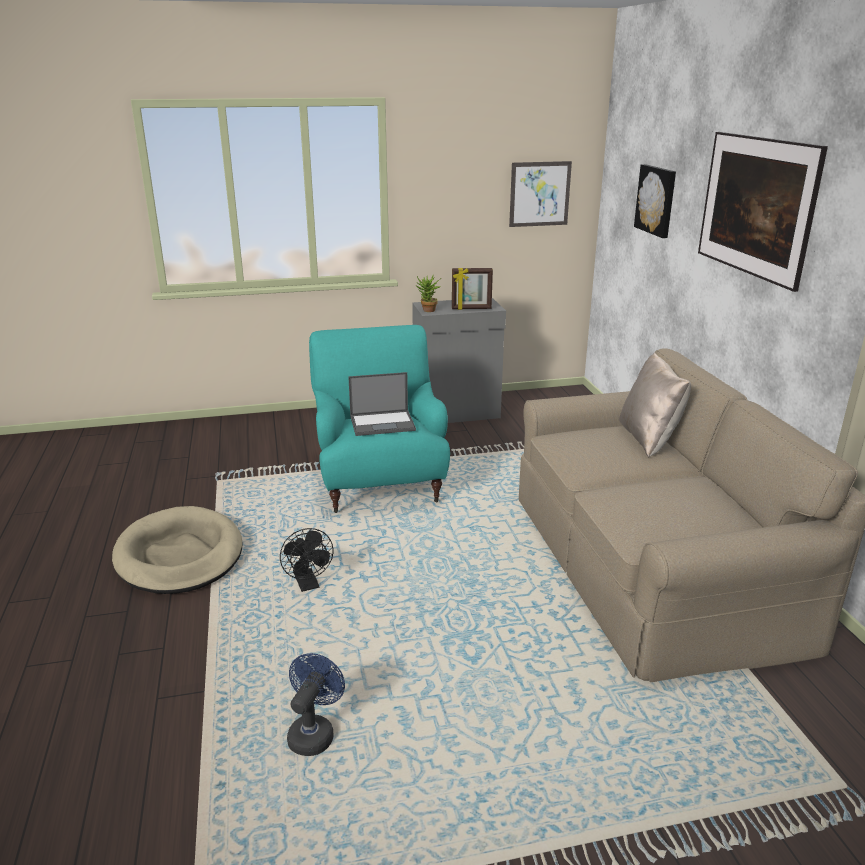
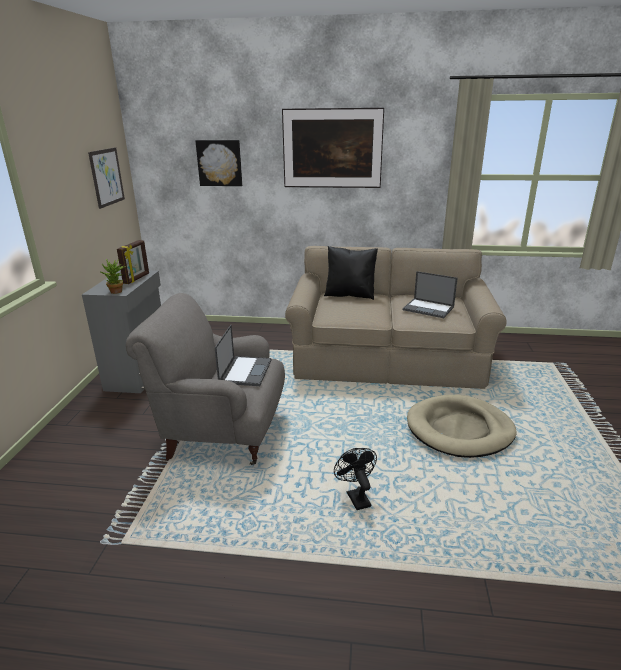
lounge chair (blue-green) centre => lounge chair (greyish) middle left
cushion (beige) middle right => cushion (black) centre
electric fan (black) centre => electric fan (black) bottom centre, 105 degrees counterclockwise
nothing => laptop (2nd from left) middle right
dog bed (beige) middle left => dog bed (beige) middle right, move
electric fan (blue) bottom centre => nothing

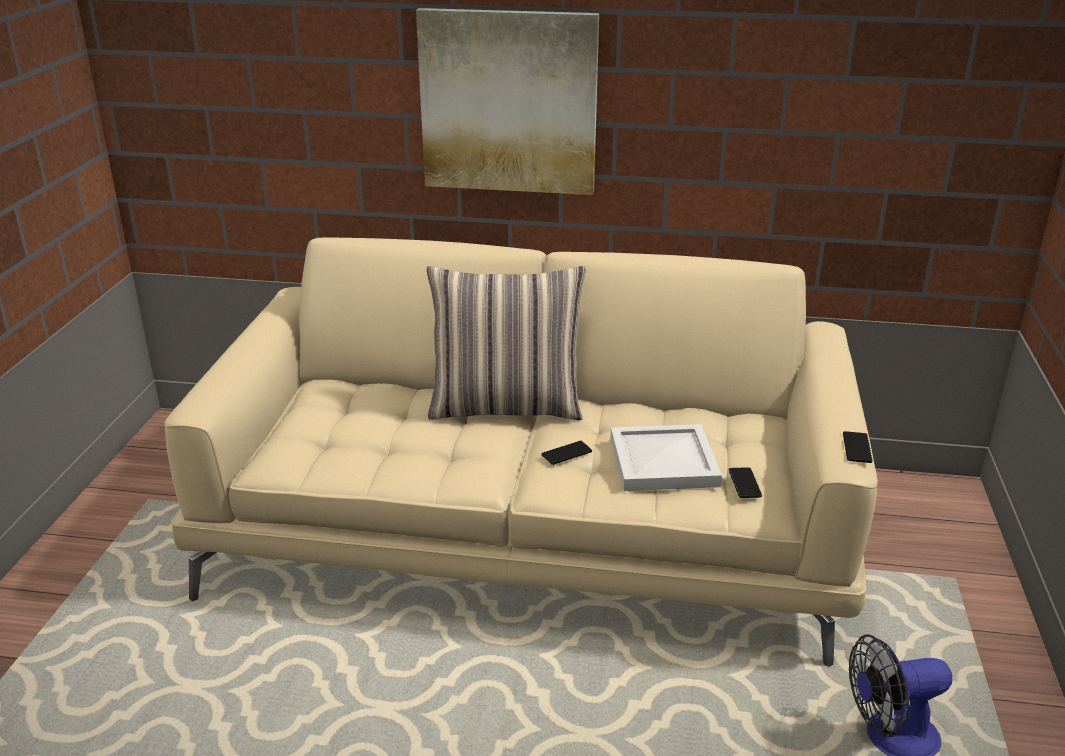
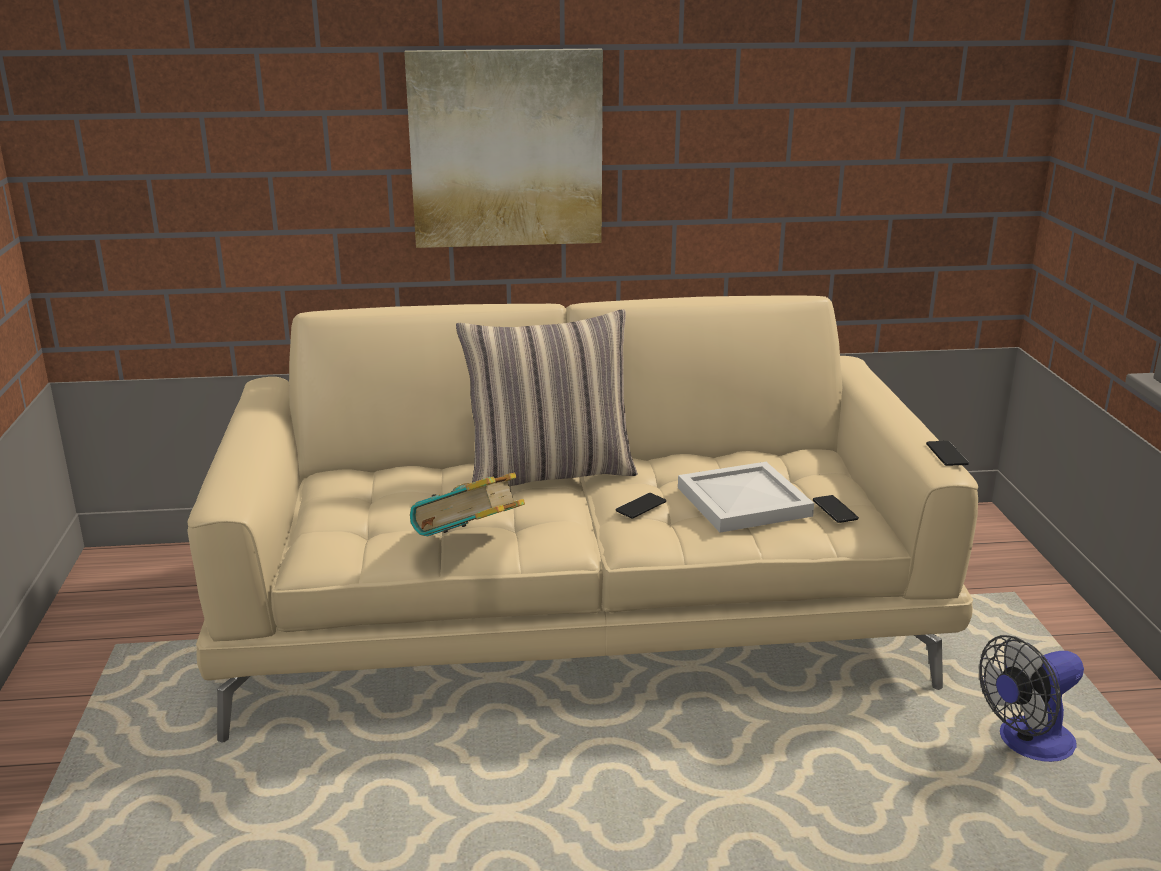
nothing => book centre

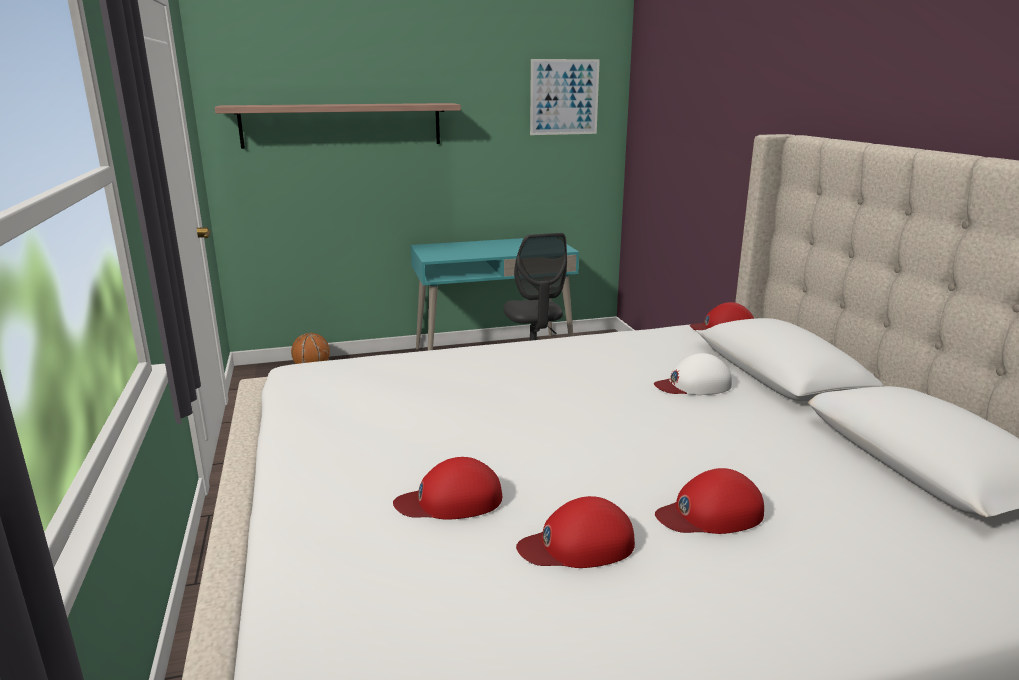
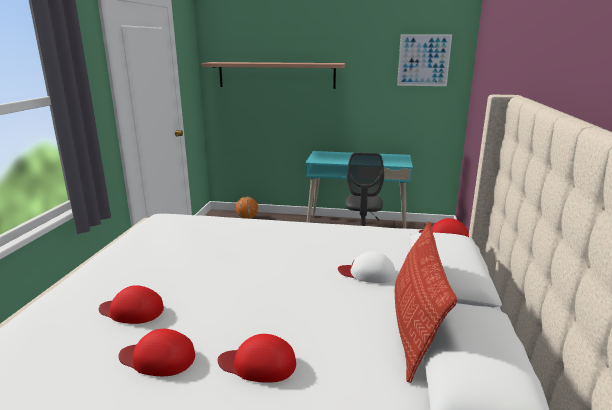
nothing => cushion bottom right

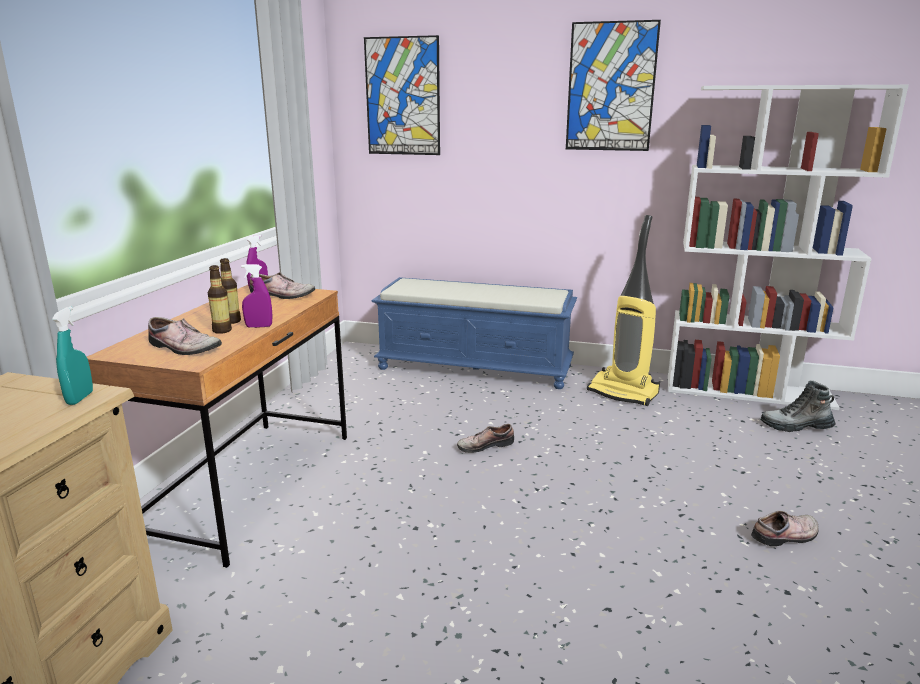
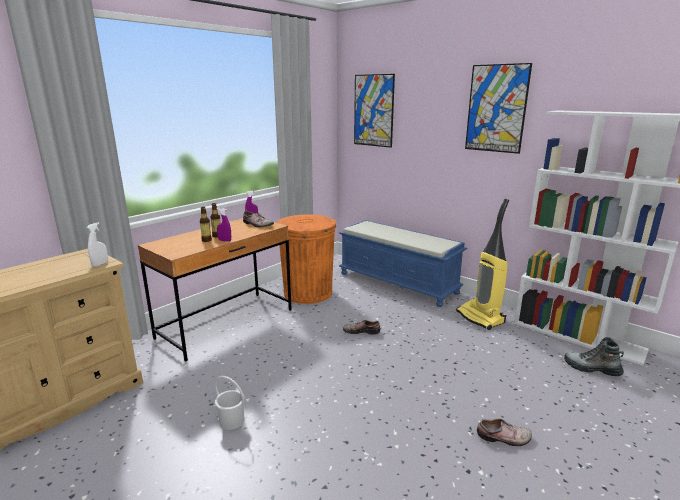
spray bottle (blue-green) middle left => spray bottle (white) middle left
nothing => pail (white) bottom centre
nothing => rubbish bin (orange-coloured) centre
low shoe (1st from left) middle left => nothing

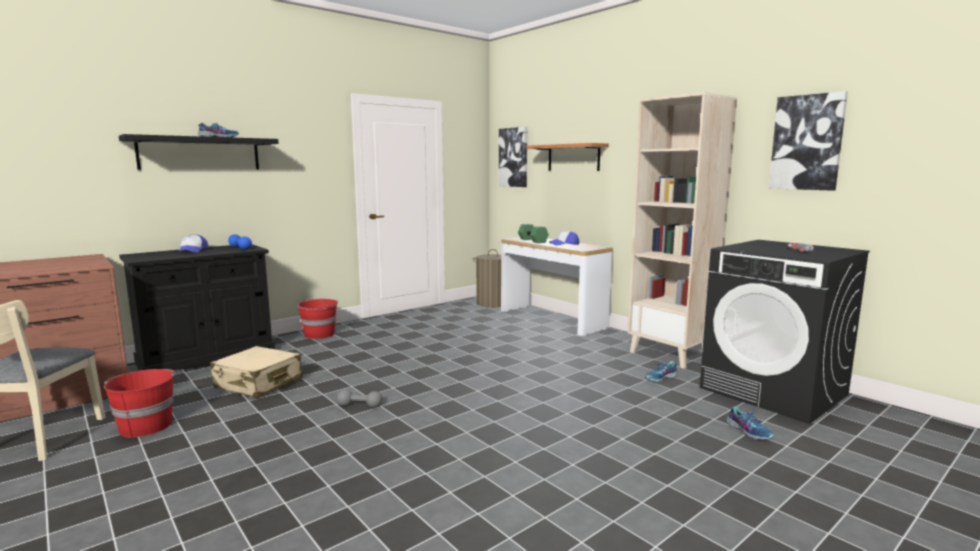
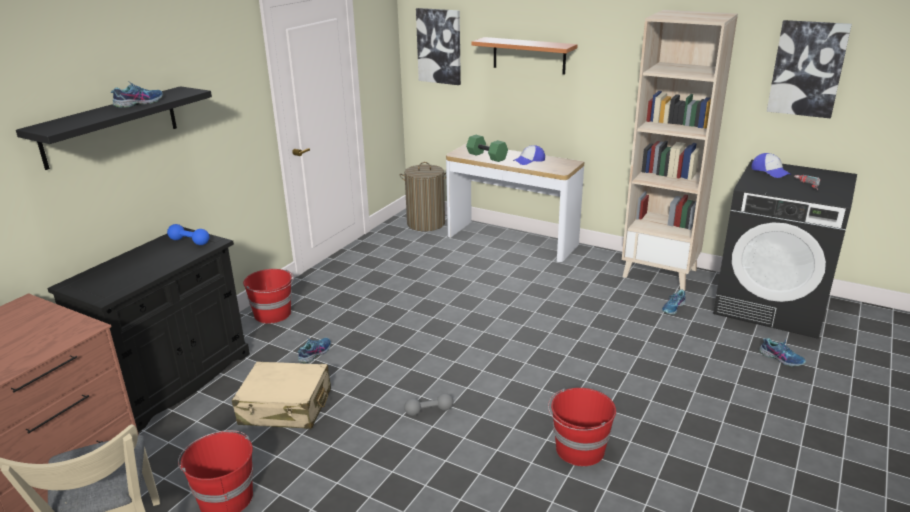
nothing => low shoe (2nd from left) bottom centre
nothing => pail (red-coloured) (3rd from left) bottom centre
baseball cap (1st from left in the first image) middle left => baseball cap (2nd from left) top right, move

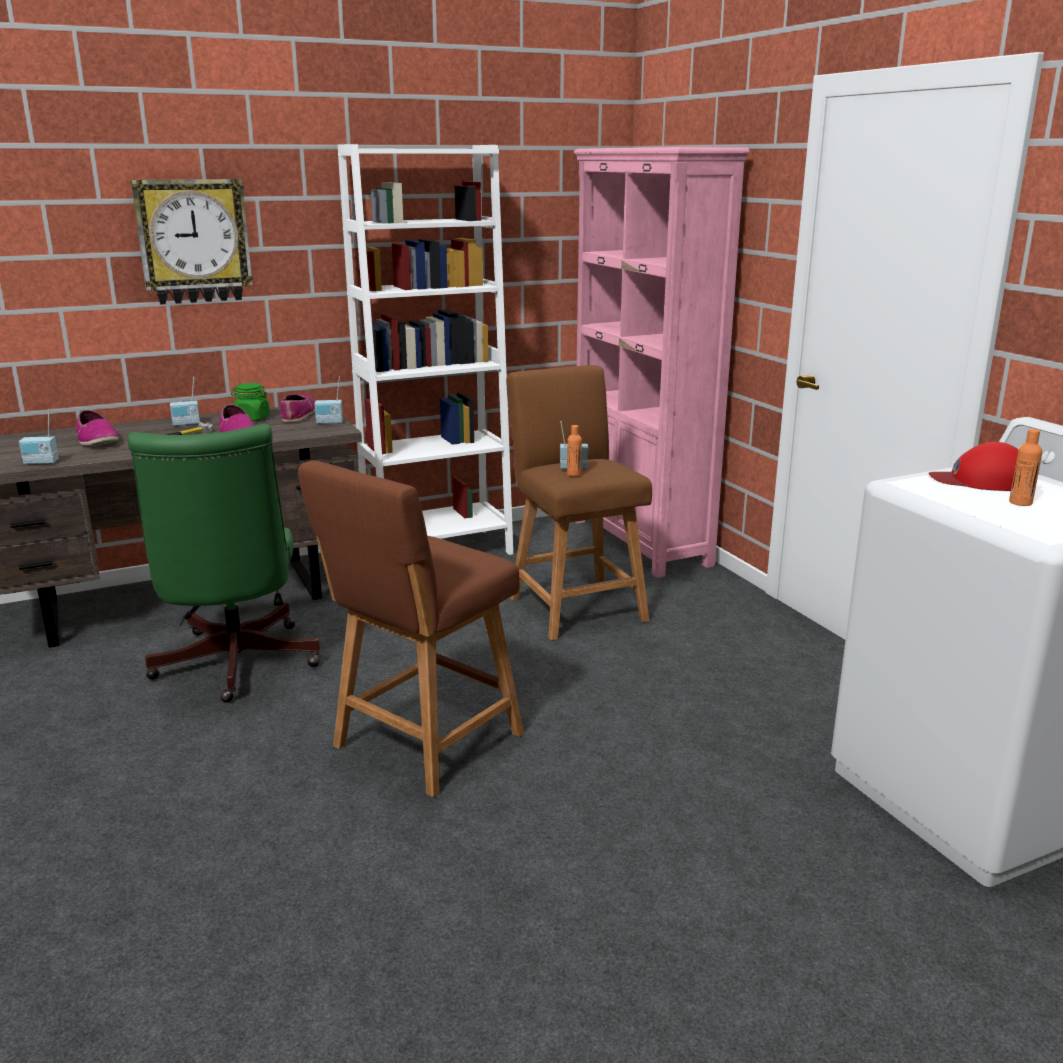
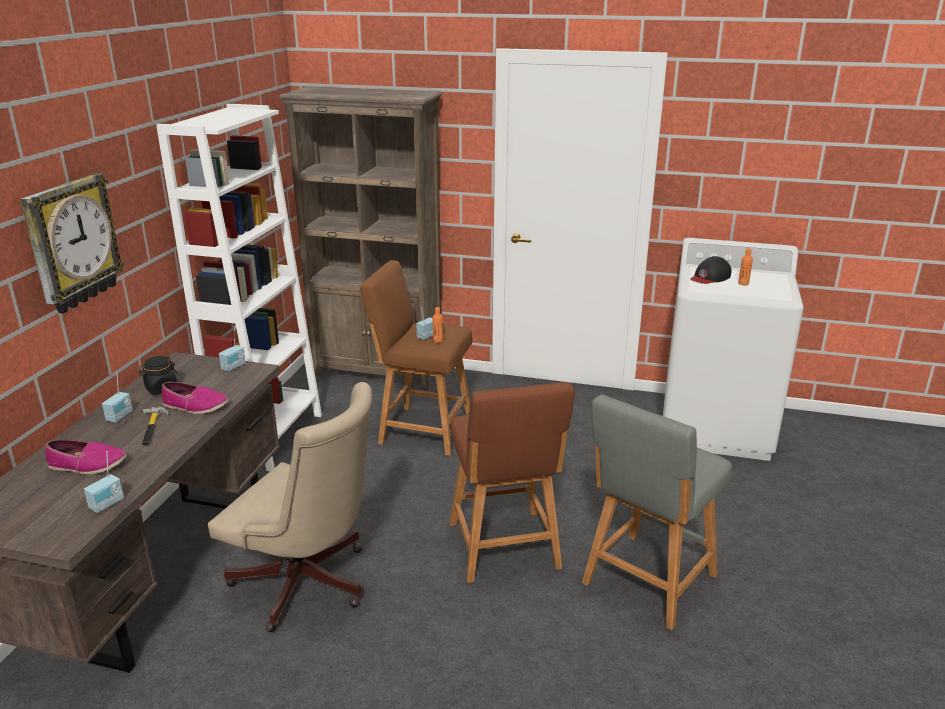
jar (green-coloured) middle left => jar (black) middle left
computer chair (green-coloured) middle left => computer chair (beige) bottom left
bookcase (pink) centre => bookcase (brownish) centre
nothing => stool seat (greyish) bottom right
baseball cap (red-coloured) middle right => baseball cap (black) middle right
low shoe (3rd from left) middle left => nothing

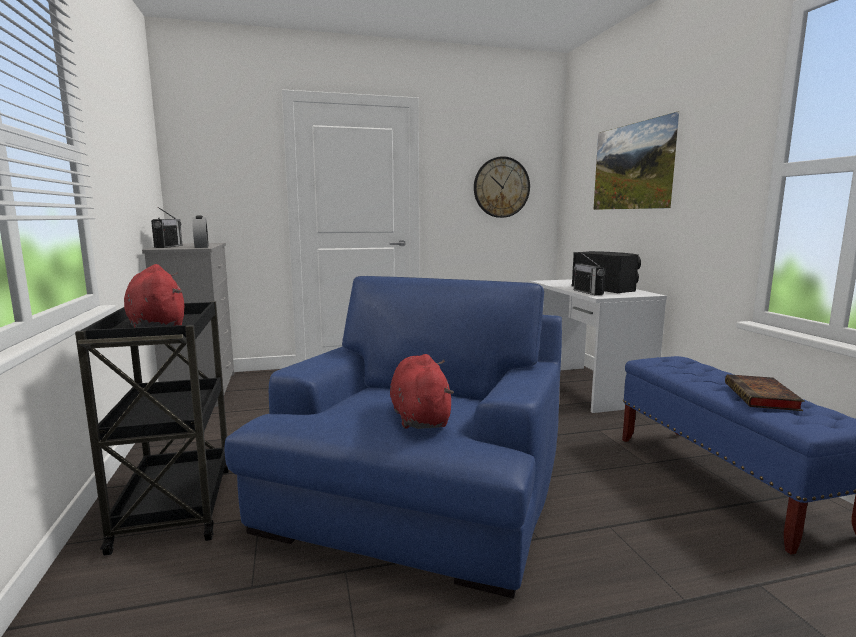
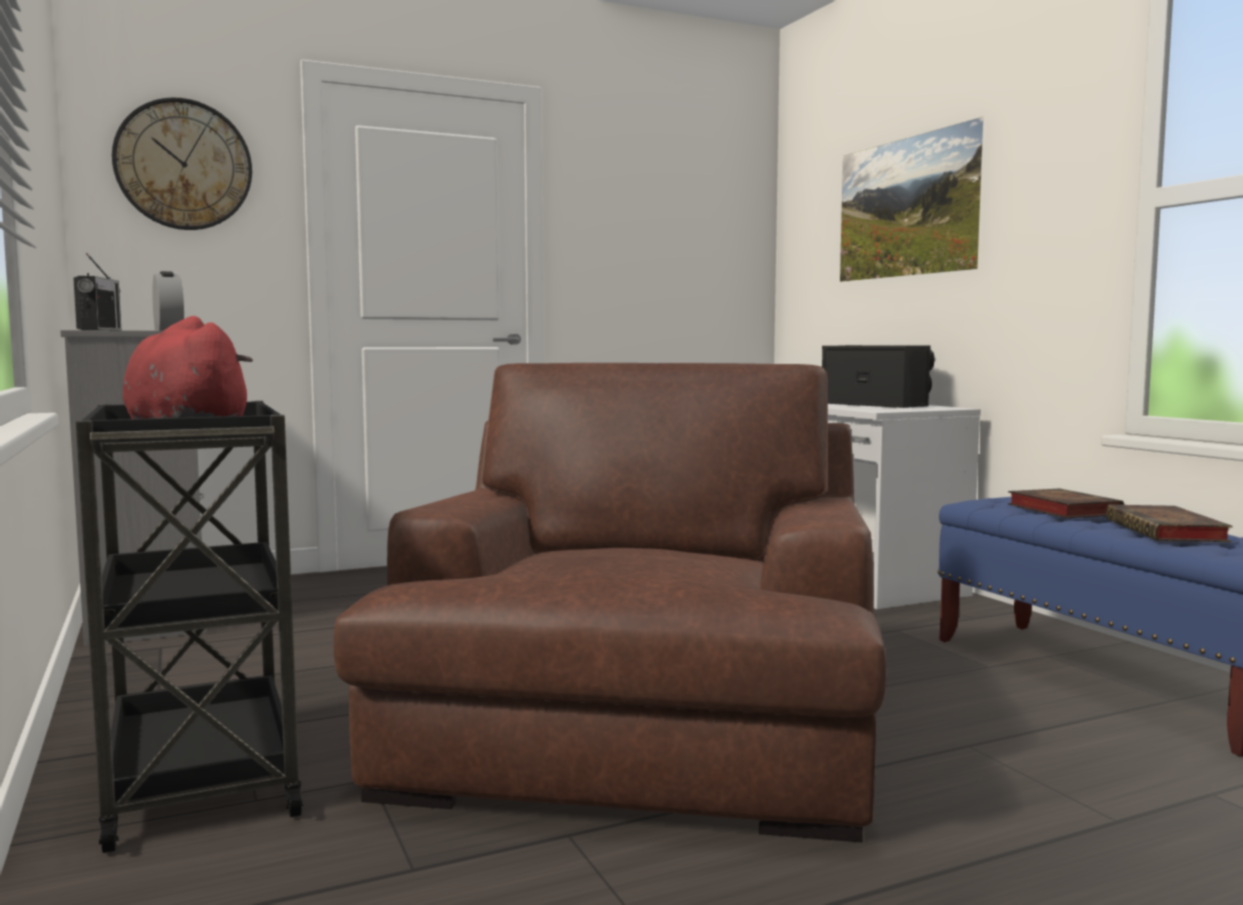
wall clock top centre => wall clock top left, move
lounge chair (blue) bottom centre => lounge chair (brownish) centre
nothing => book (1st from left) middle right
cuddly toy (red-coloured) (2nd from left) centre => nothing
radio receiver (2nd from left) middle right => nothing

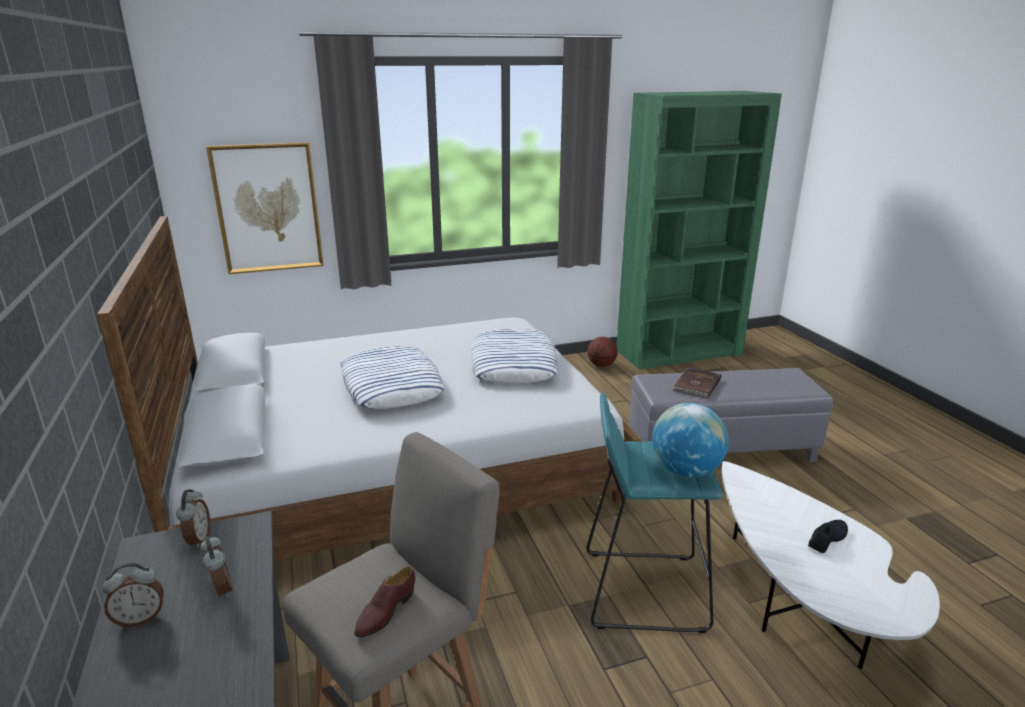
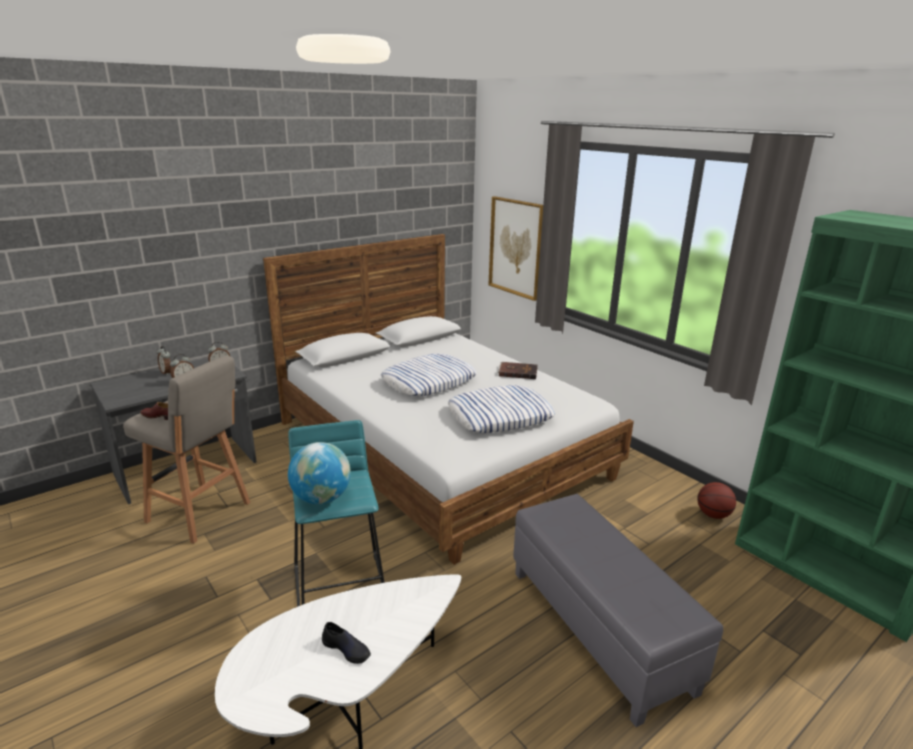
book (brownish) middle right => book (brownish) centre, move

